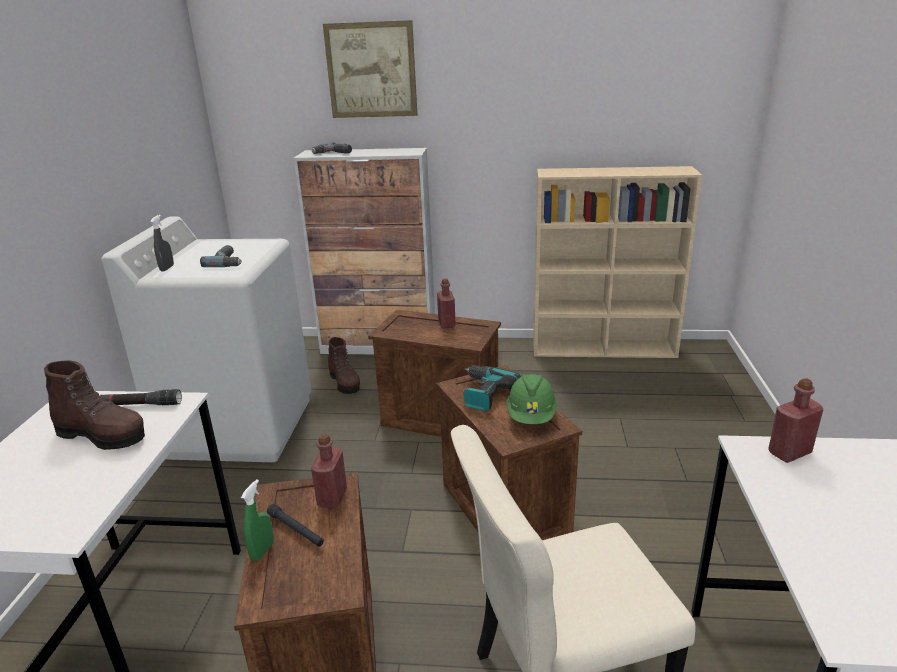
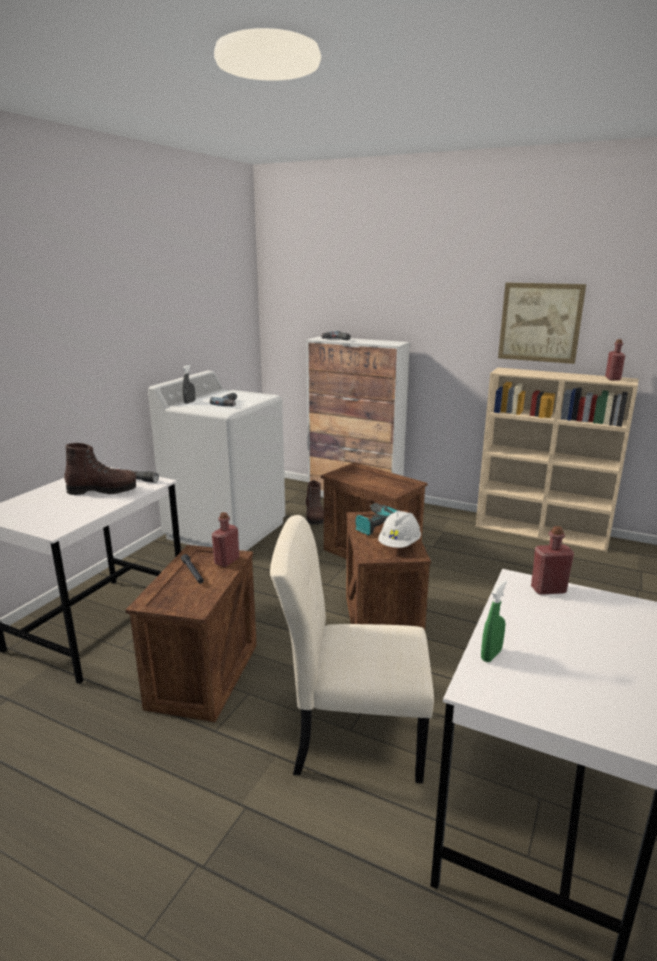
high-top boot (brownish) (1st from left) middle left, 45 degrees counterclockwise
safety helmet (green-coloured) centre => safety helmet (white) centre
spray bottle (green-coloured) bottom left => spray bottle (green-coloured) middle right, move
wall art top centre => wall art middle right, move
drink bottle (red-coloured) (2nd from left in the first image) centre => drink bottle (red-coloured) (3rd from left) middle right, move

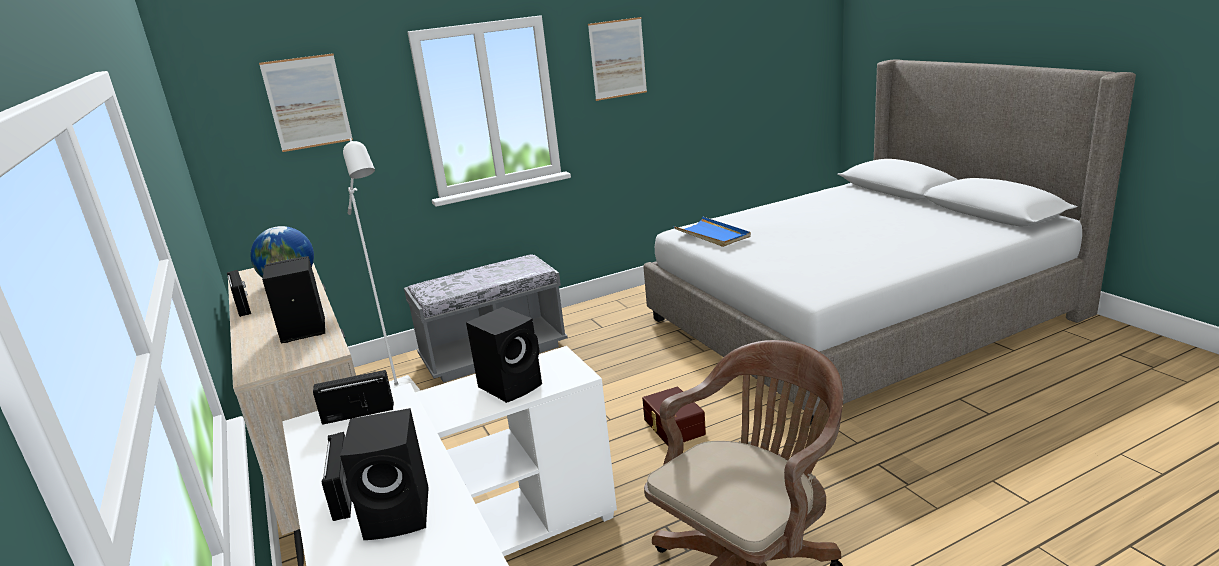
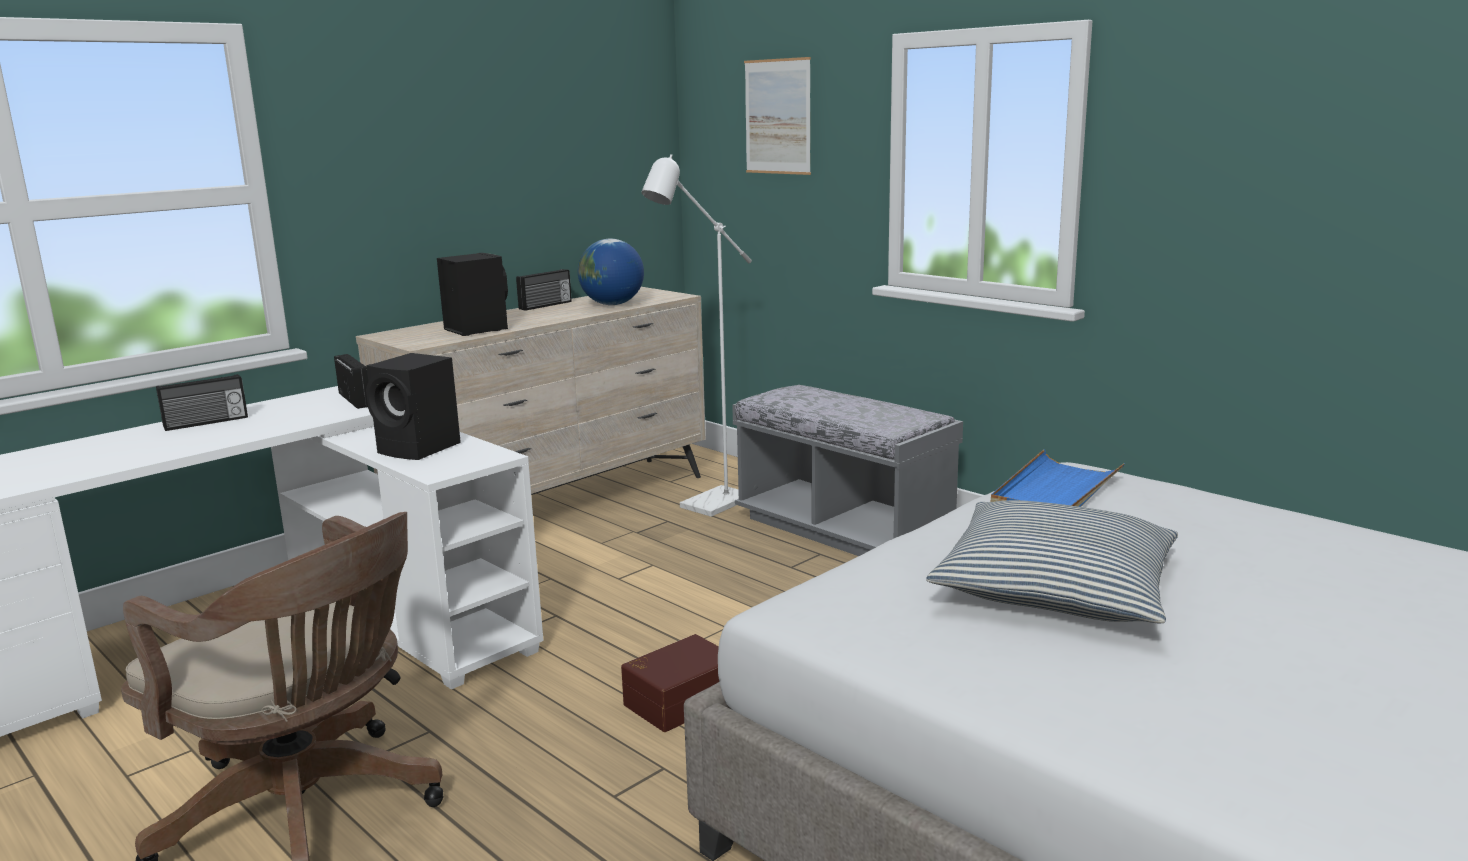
nothing => cushion middle right
audio speaker (black) (2nd from left) bottom left => nothing
wall art (2nd from left) top centre => nothing

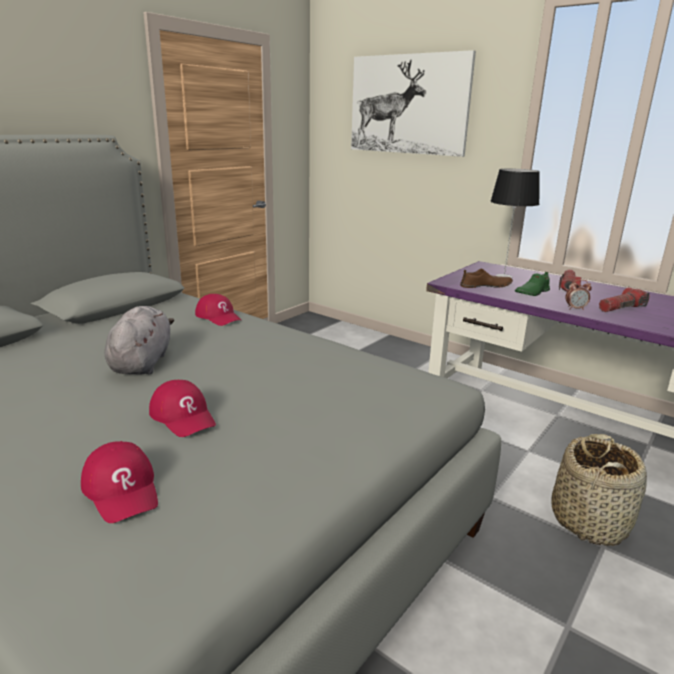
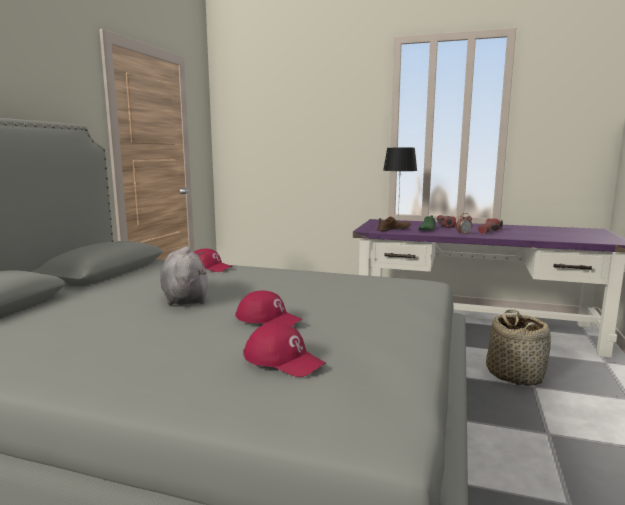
wall art top centre => nothing

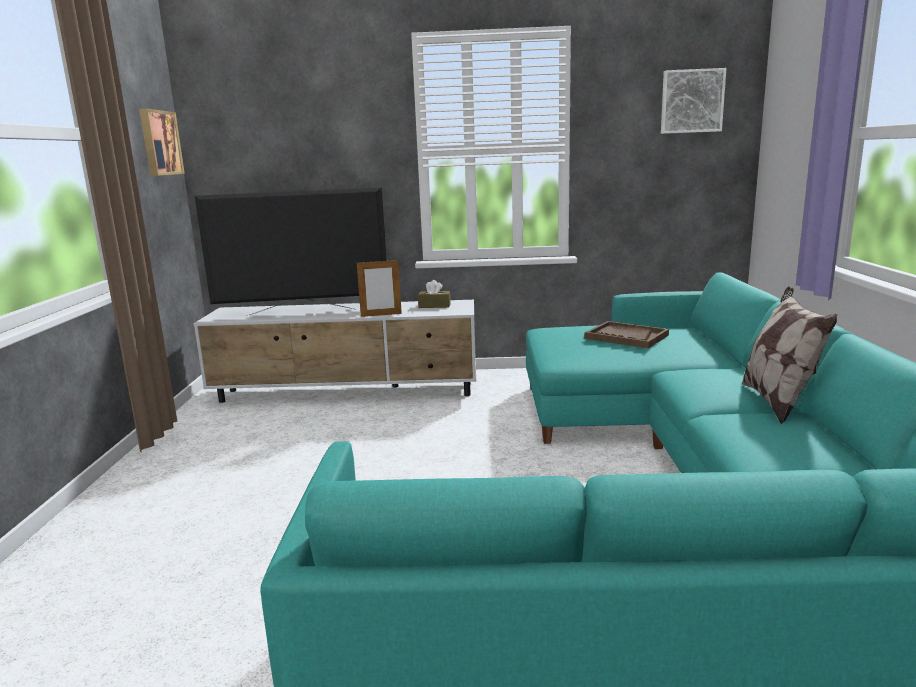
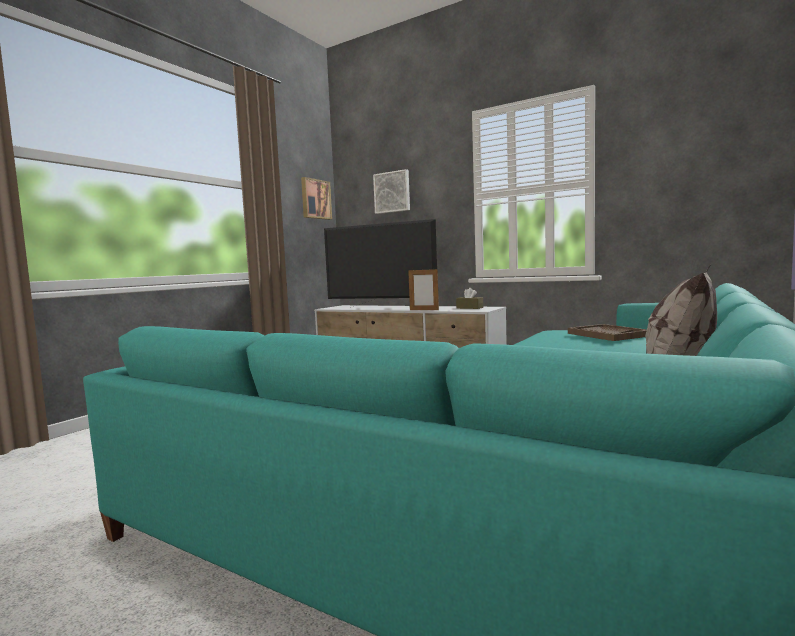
wall art (2nd from left) top right => wall art (2nd from left) top centre, move

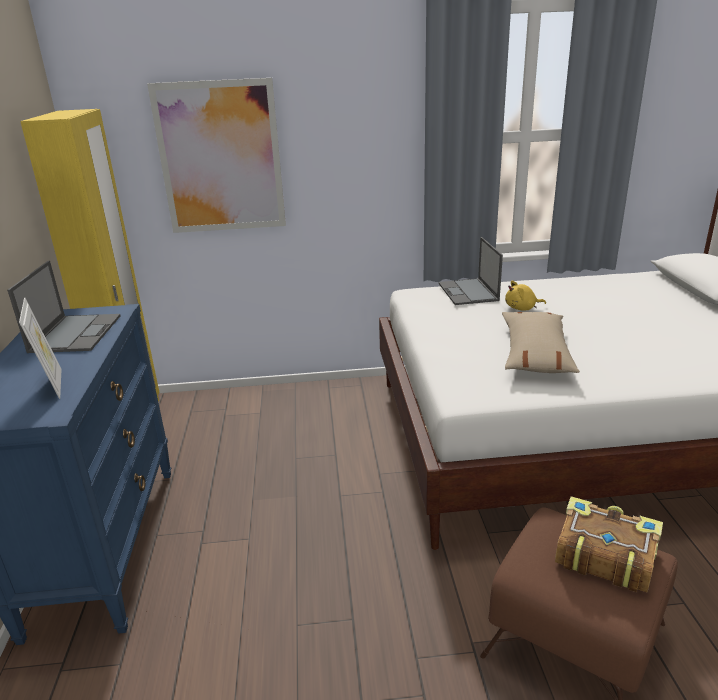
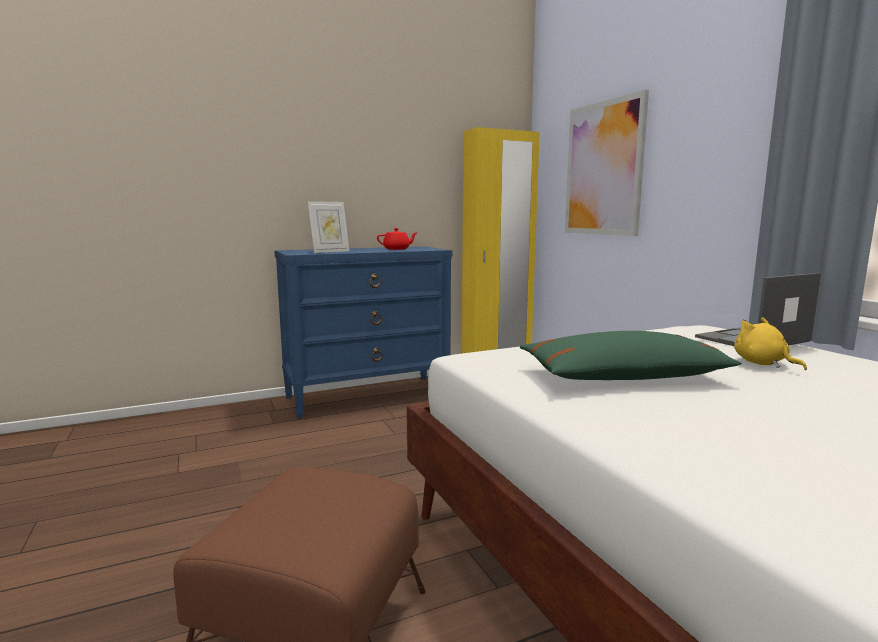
laptop (1st from left) middle left => pot for tea (red-coloured) centre
cushion (beige) middle right => cushion (green-coloured) middle right
book bottom right => nothing

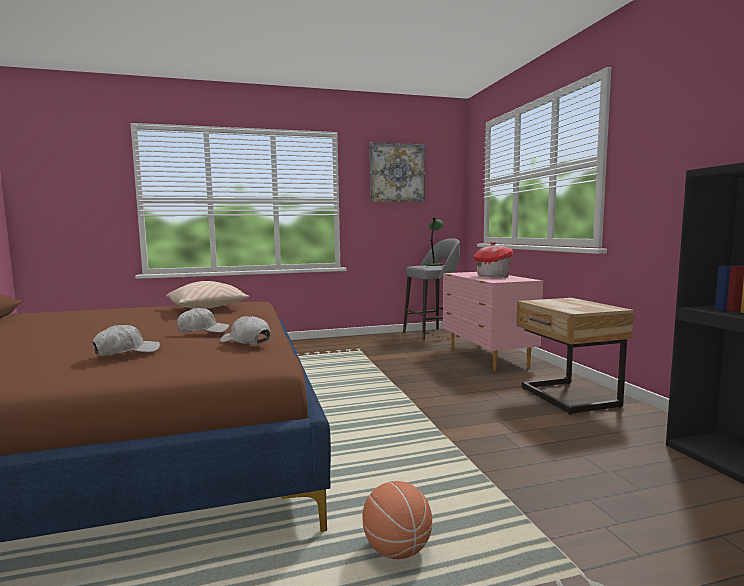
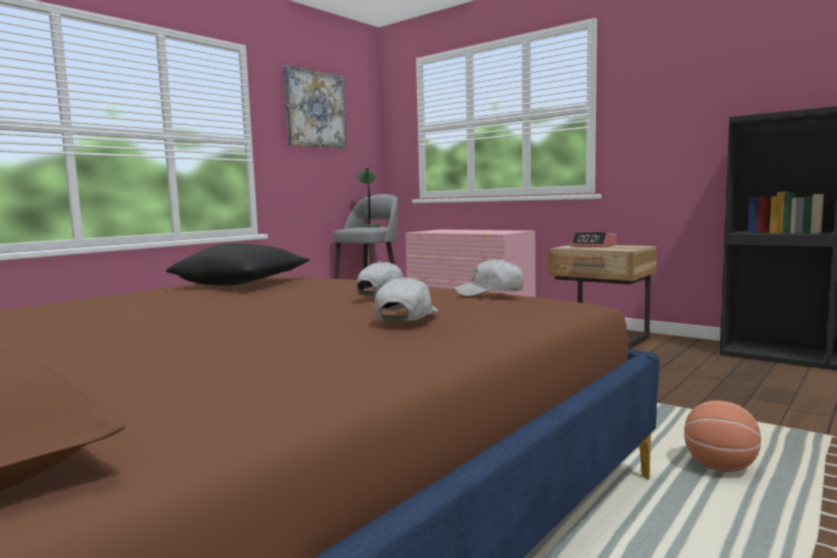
cushion (beige) middle left => cushion (black) middle left
nothing => table clock middle right
toy house centre => nothing

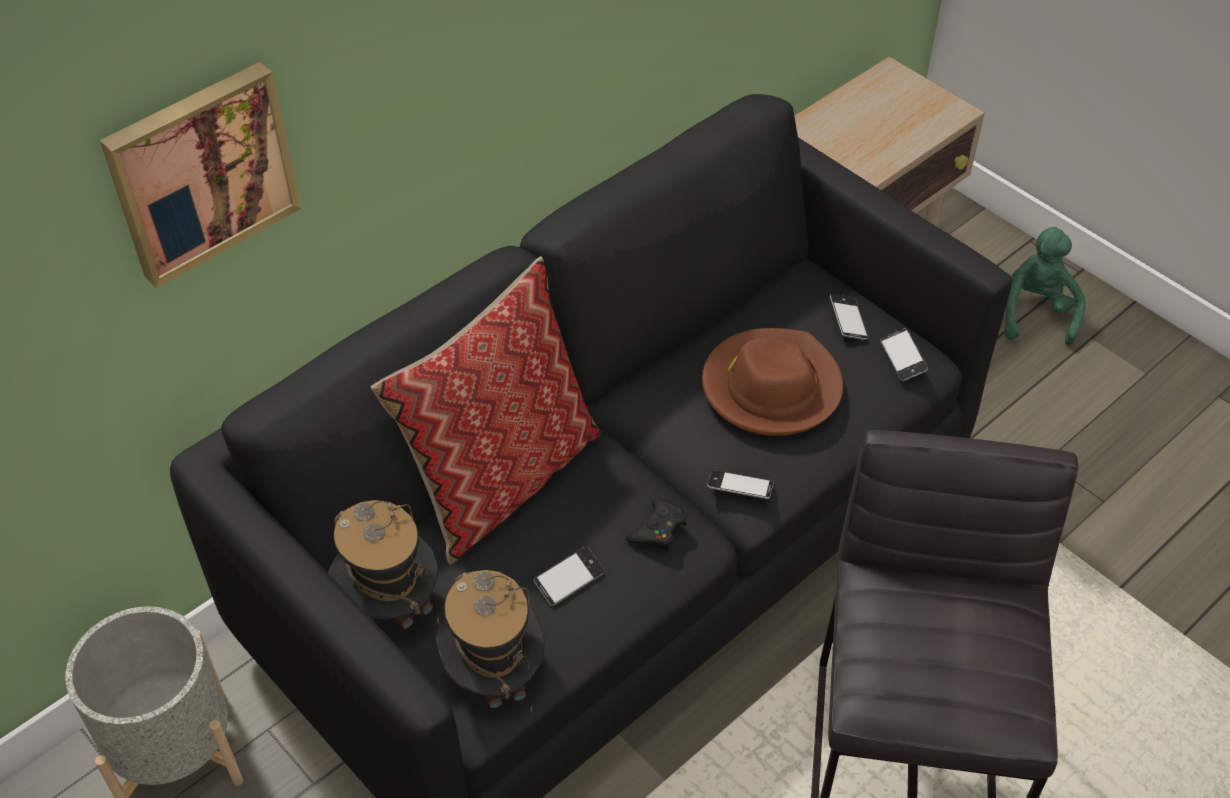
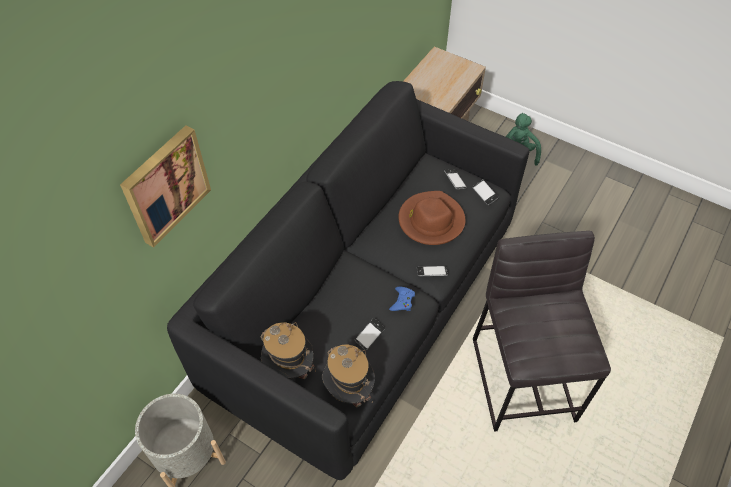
game controller (black) centre => game controller (blue) centre
cushion centre => nothing

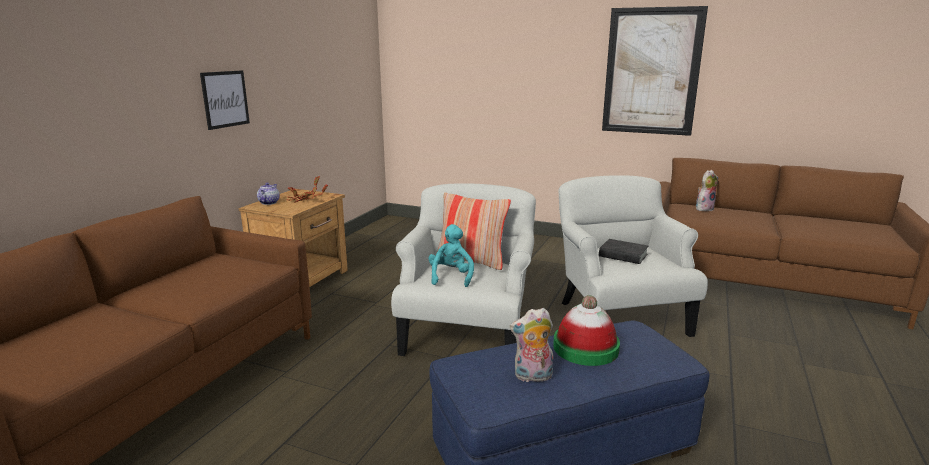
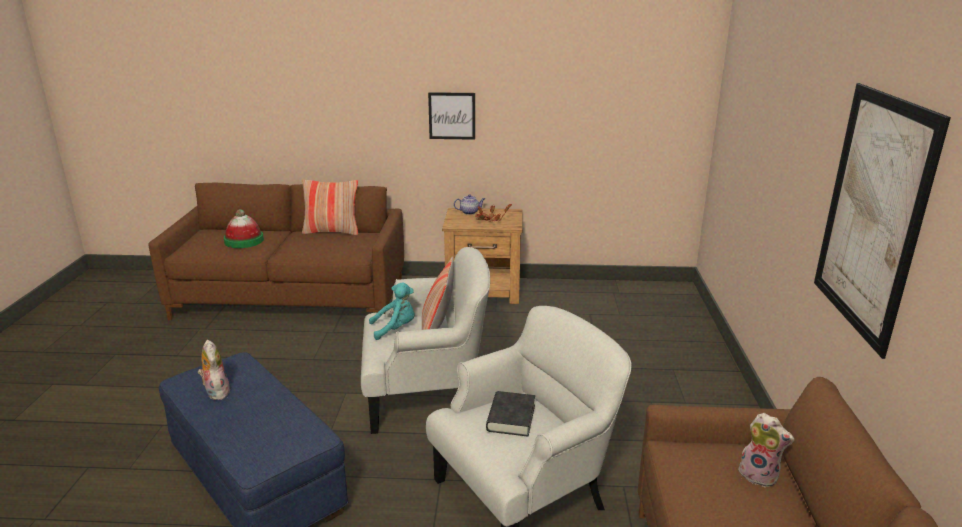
hat bottom centre => hat middle left, move
nothing => cushion (1st from left) centre

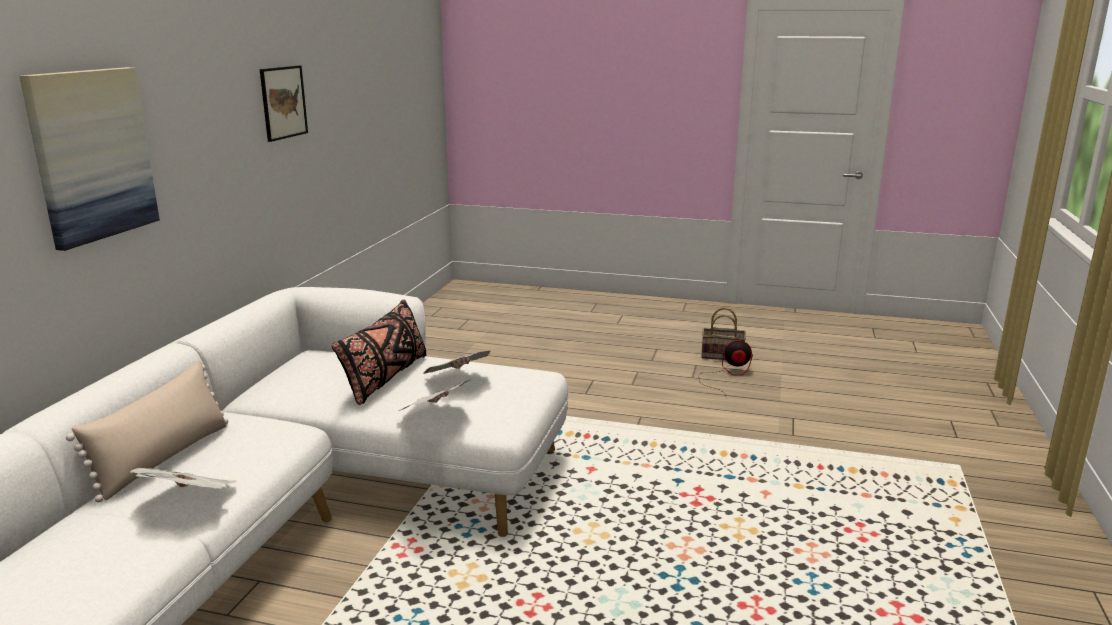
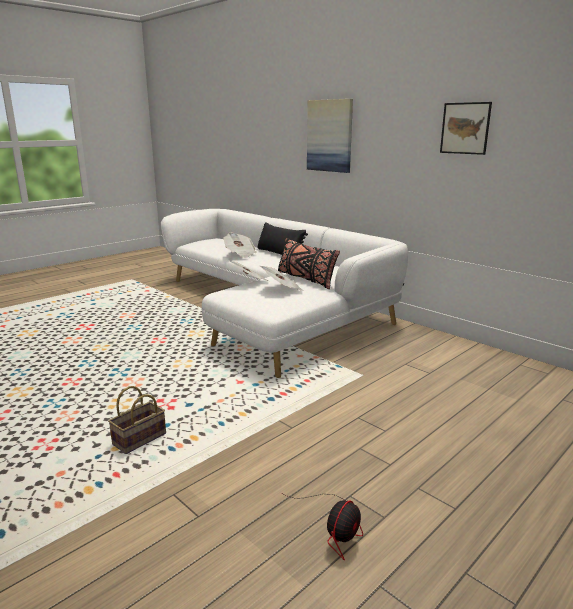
storage basket centre => storage basket bottom left, move
cushion (beige) bottom left => cushion (black) (1st from left) centre

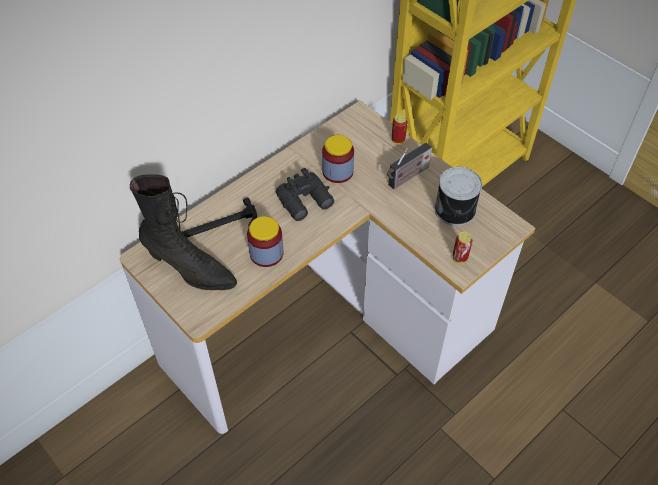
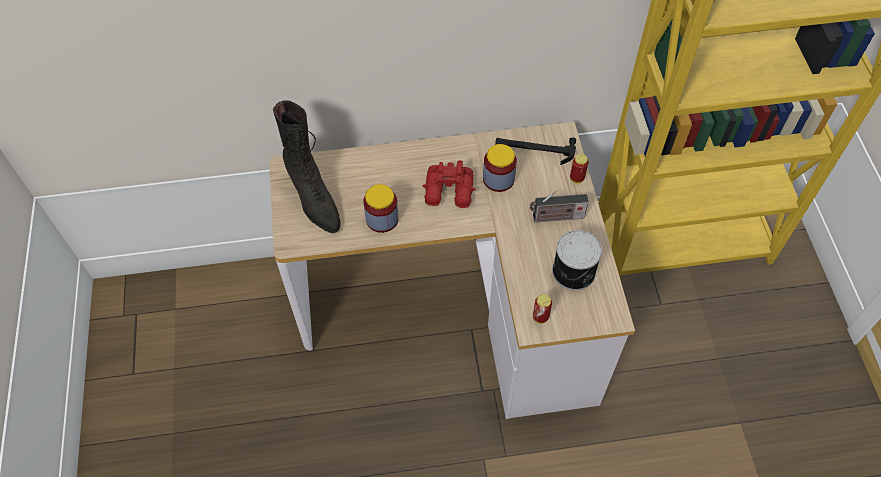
field glasses (black) centre => field glasses (red-coloured) centre
hammer middle left => hammer top centre, move

